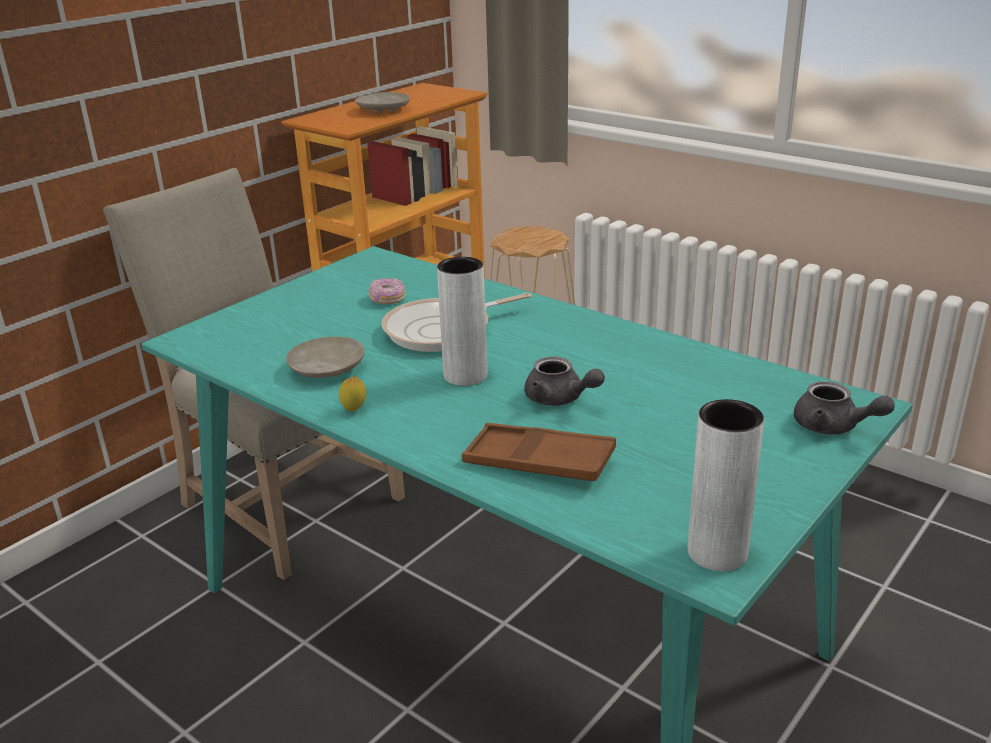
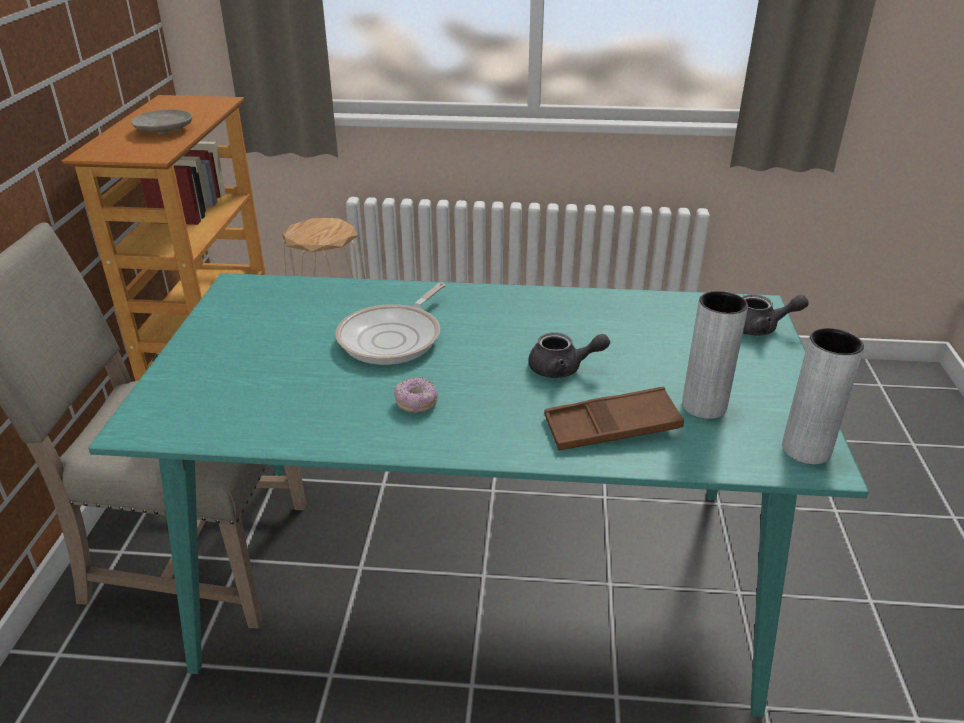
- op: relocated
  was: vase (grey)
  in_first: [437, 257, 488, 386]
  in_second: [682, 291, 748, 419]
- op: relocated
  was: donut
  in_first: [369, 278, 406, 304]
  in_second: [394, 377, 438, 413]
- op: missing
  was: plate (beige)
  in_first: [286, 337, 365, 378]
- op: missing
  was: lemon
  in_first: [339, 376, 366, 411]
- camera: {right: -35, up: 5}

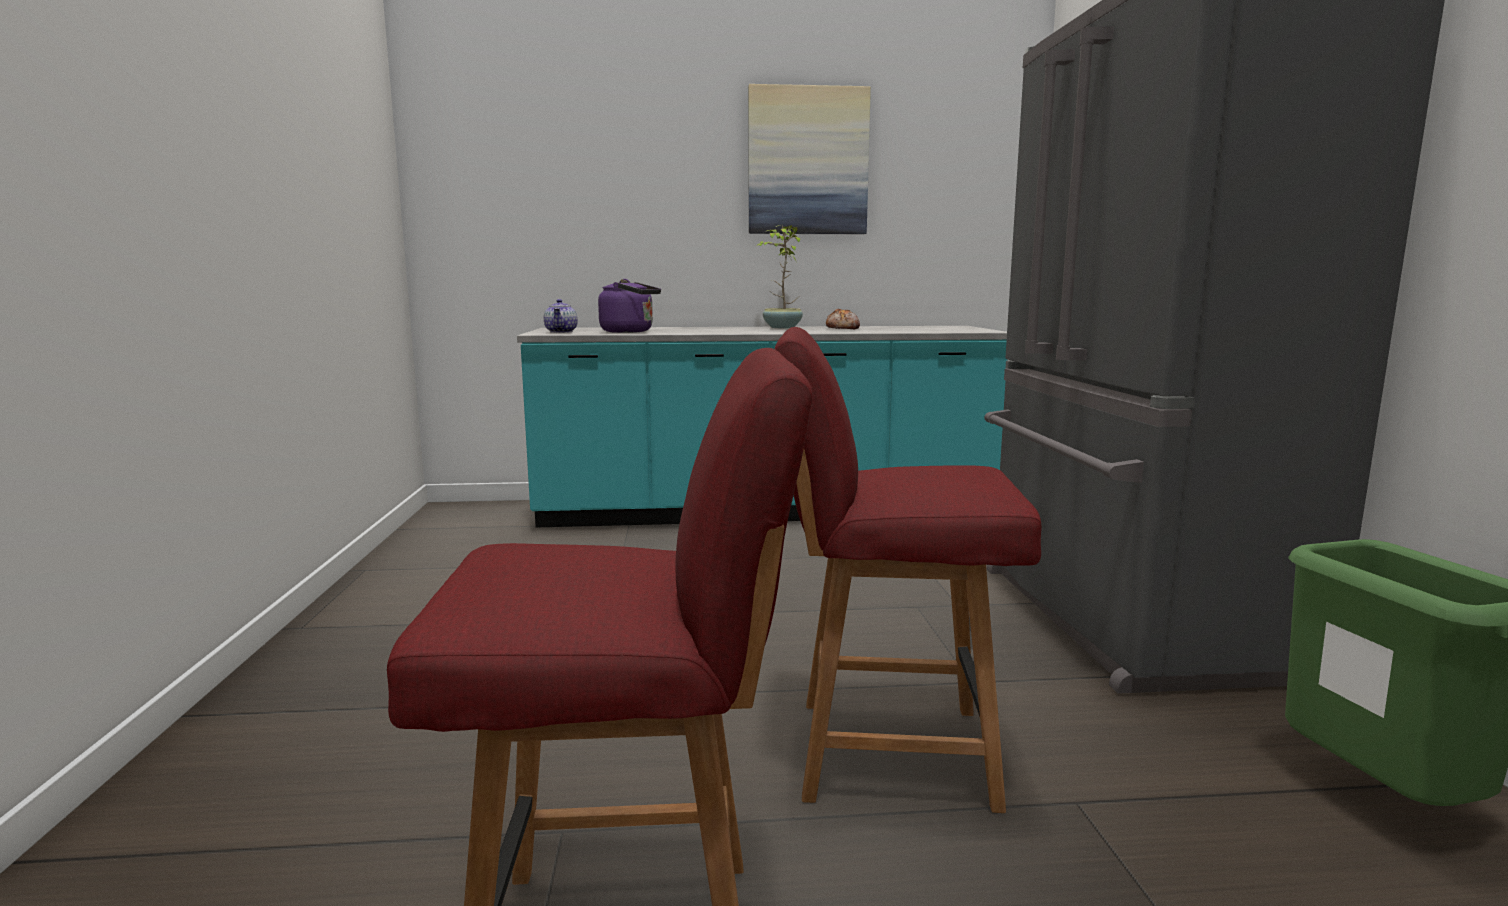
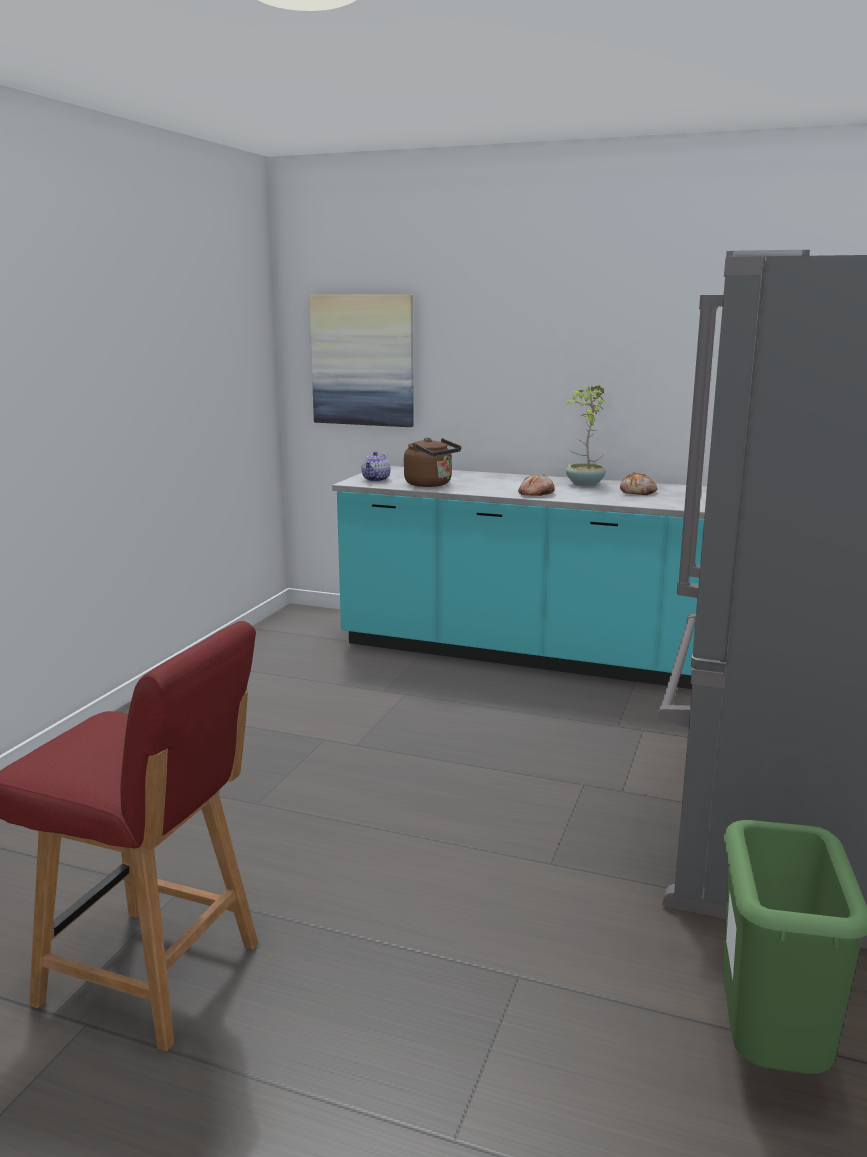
- op: relocated
  was: picture
  in_first: [748, 84, 871, 234]
  in_second: [309, 294, 414, 427]
- op: colour
  was: kettle (purple)
  now: kettle (brown)
  in_first: [598, 279, 661, 333]
  in_second: [404, 438, 461, 487]
- op: missing
  was: chair (red)
  in_first: [775, 327, 1041, 813]
- op: appeared
  now: bread
  in_second: [518, 474, 555, 496]
- camera: {right: 25, up: 5}

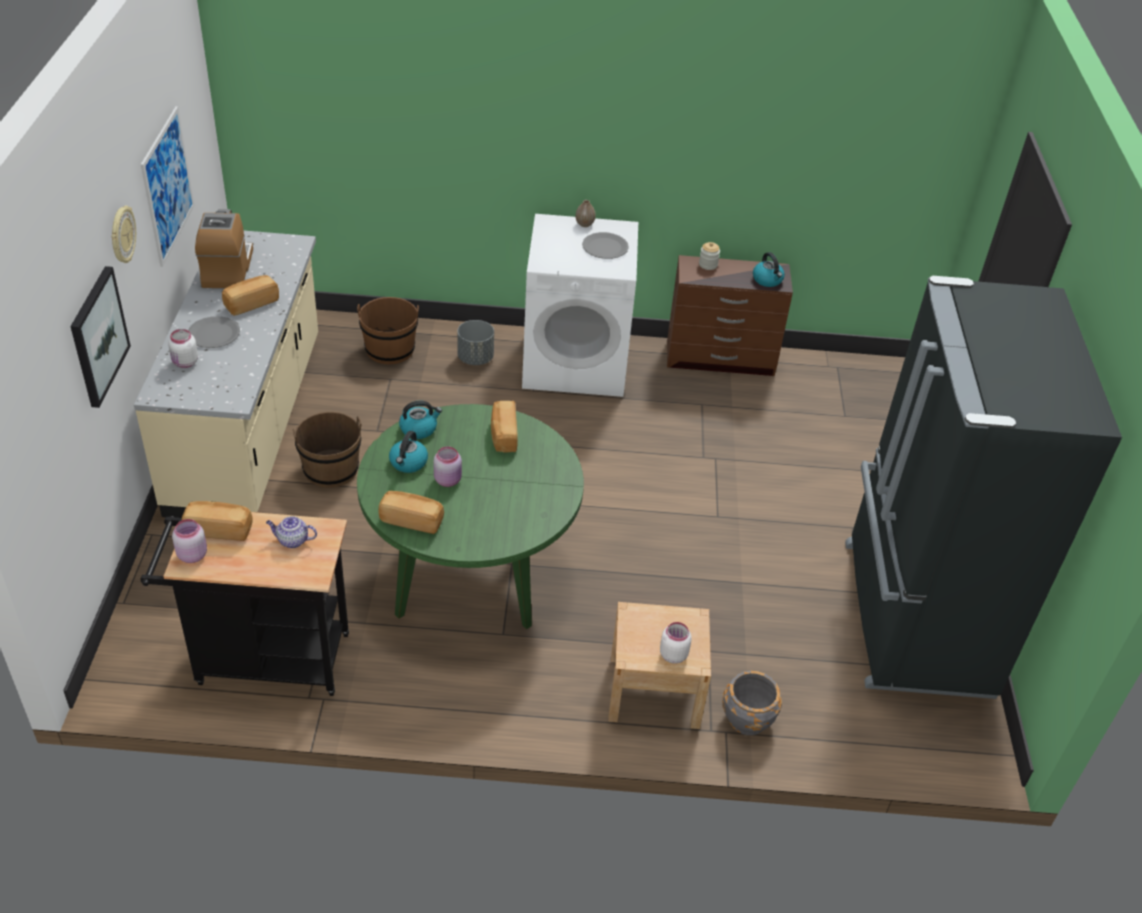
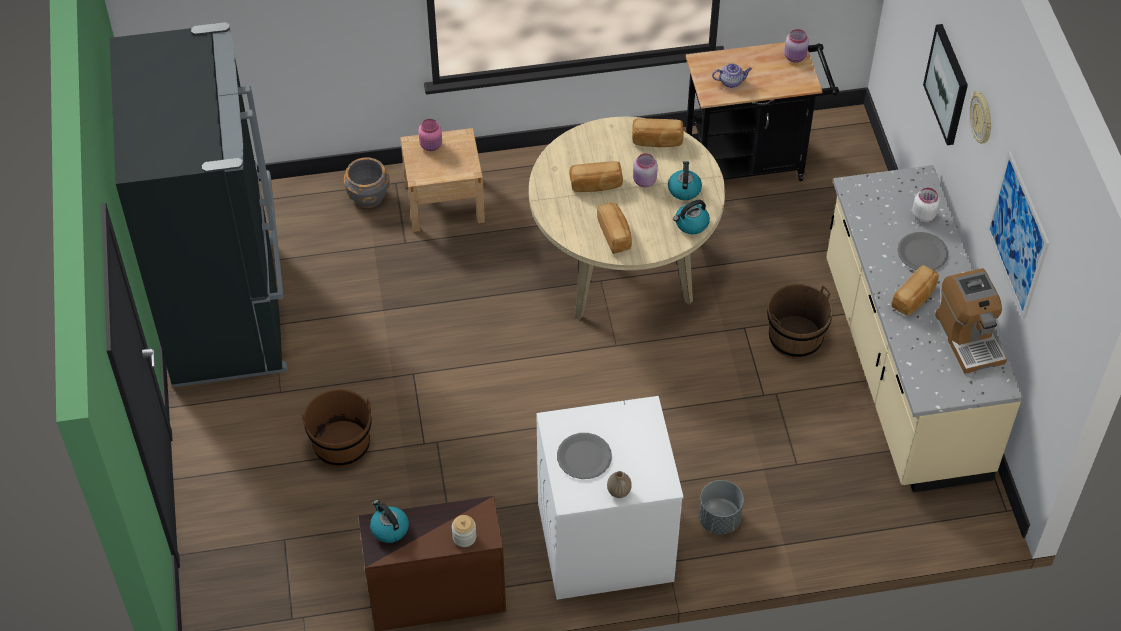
- op: relocated
  was: bucket (brown)
  in_first: [357, 297, 419, 364]
  in_second: [301, 389, 372, 467]
- op: colour
  was: dining table (green)
  now: dining table (beige)
  in_first: [357, 404, 584, 629]
  in_second: [529, 117, 725, 320]
- op: relocated
  was: bread
  in_first: [182, 501, 252, 541]
  in_second: [569, 161, 623, 192]
- op: colour
  was: jar (white)
  now: jar (pink)
  in_first: [660, 622, 692, 664]
  in_second: [418, 119, 442, 151]
- camera: {right: 170, up: 10}

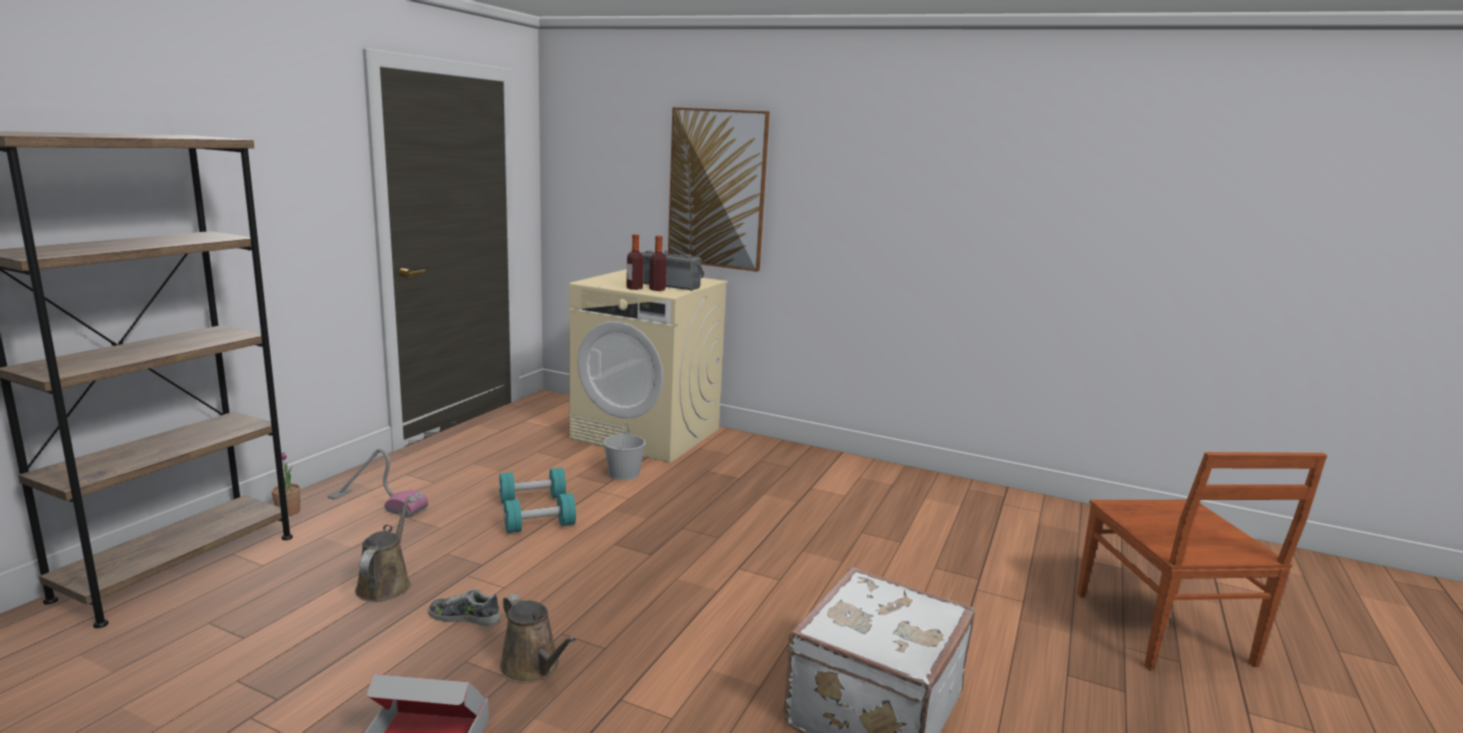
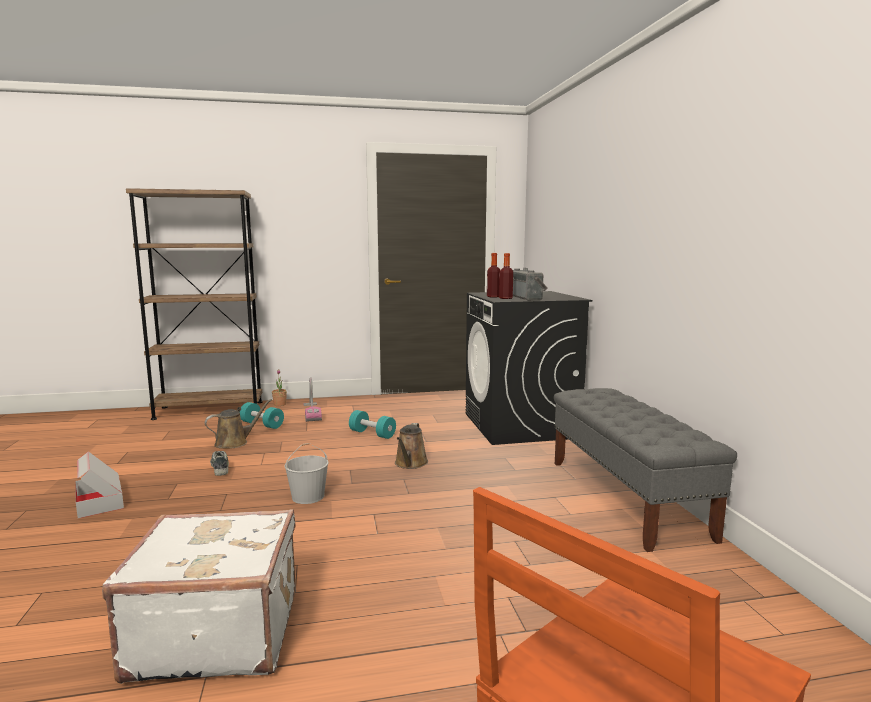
- op: missing
  was: picture
  in_first: [668, 107, 770, 272]
- op: colour
  was: washing machine (beige)
  now: washing machine (black)
  in_first: [569, 269, 728, 463]
  in_second: [466, 291, 592, 445]
- op: relocated
  was: bucket (white)
  in_first: [603, 422, 646, 480]
  in_second: [284, 443, 329, 504]
- op: relocated
  was: dumbbell (turquoise)
  in_first: [504, 493, 576, 533]
  in_second: [240, 402, 284, 429]
- op: relocated
  was: watering can (brown)
  in_first: [500, 594, 576, 683]
  in_second: [395, 423, 428, 469]
- op: appeared
  now: bench (grey)
  in_second: [554, 388, 737, 552]
- camera: {right: 55, up: -5}

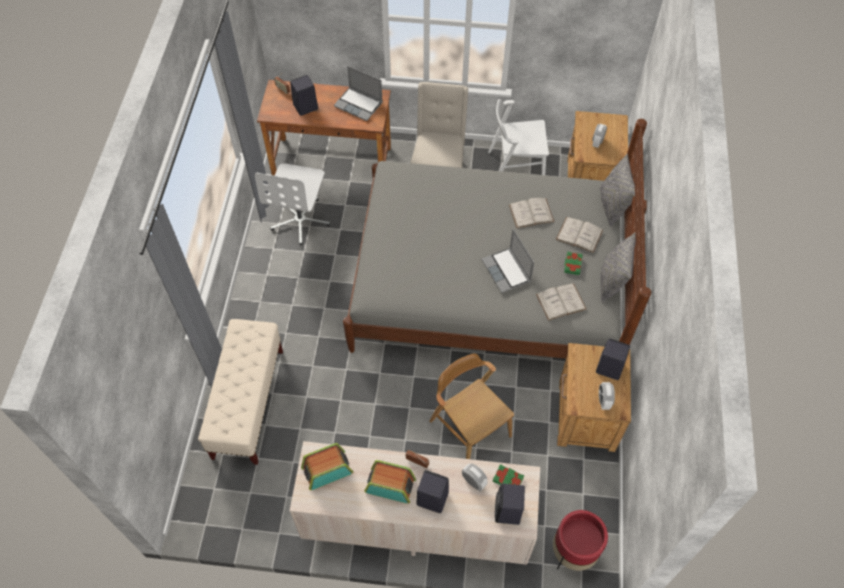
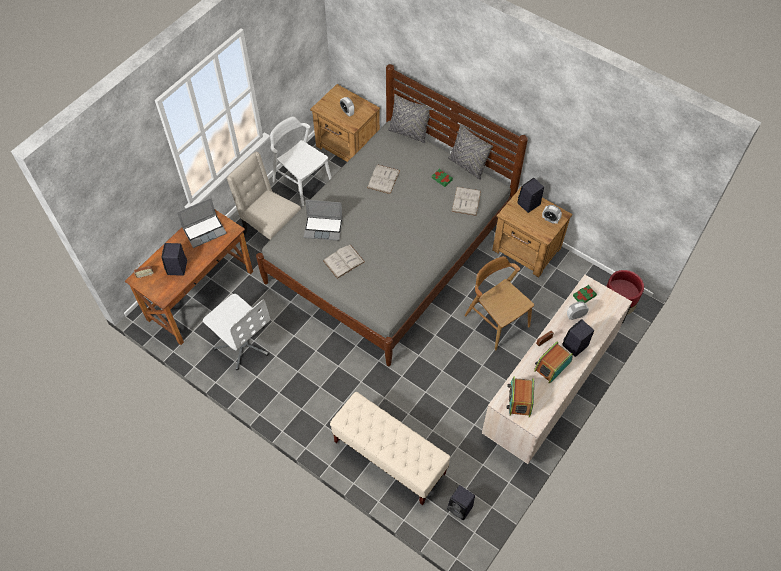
- op: spun
  was: chair (white)
  in_first: [488, 99, 549, 175]
  in_second: [270, 116, 331, 206]
  clockwise: 105
- op: relocated
  was: book (white)
  in_first: [556, 217, 603, 253]
  in_second: [323, 244, 365, 279]
- op: relocated
  was: laptop
  in_first: [481, 229, 535, 293]
  in_second: [304, 200, 343, 241]
- op: spun
  was: chair (brown)
  in_first: [429, 354, 514, 459]
  in_second: [465, 256, 534, 350]
  clockwise: 60
- op: relocated
  was: speaker (black)
  in_first: [495, 484, 525, 525]
  in_second: [447, 485, 475, 520]
- camera: {right: -60, up: 0}

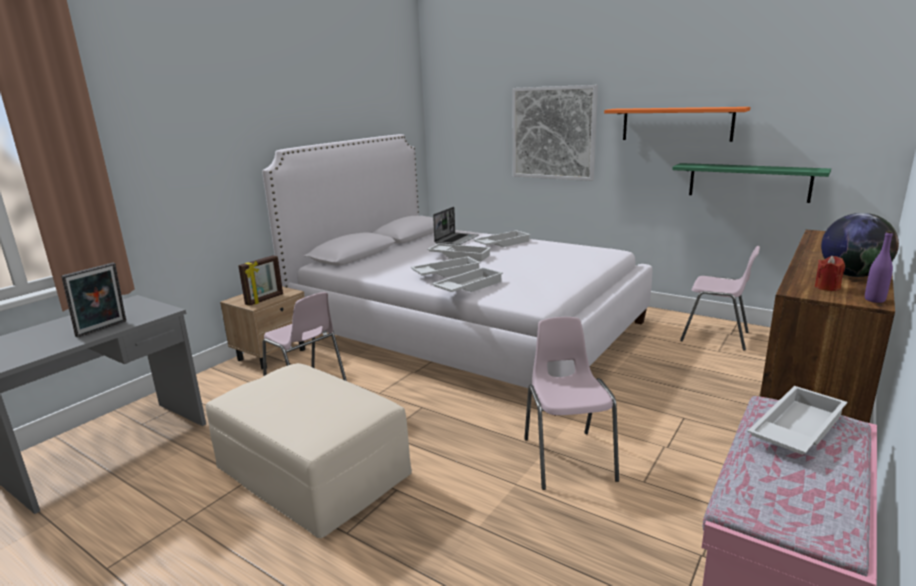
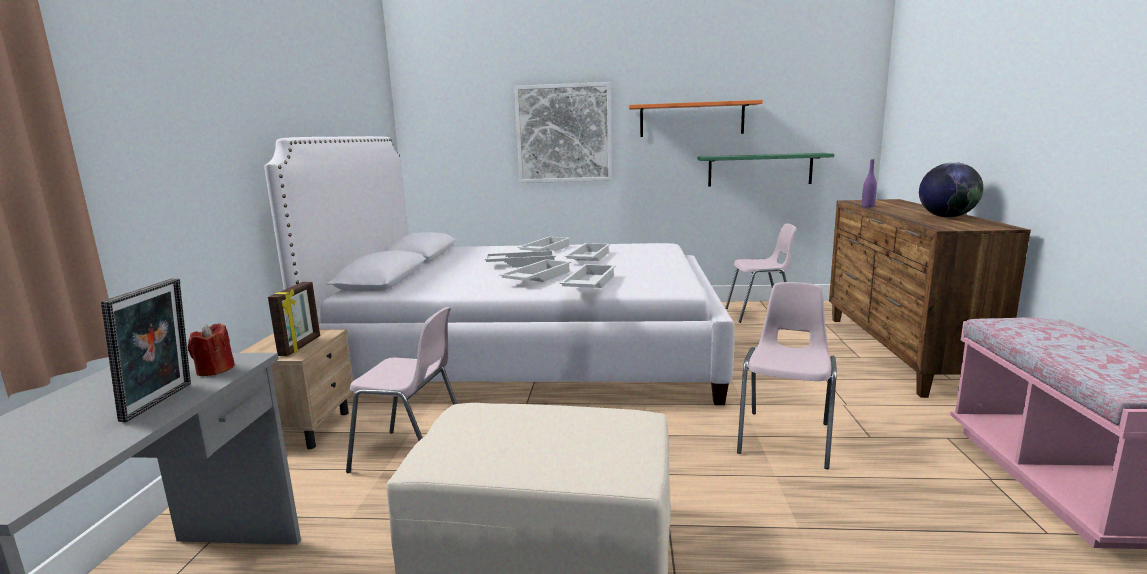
- op: missing
  was: laptop
  in_first: [433, 207, 479, 245]
- op: relocated
  was: bottle (purple)
  in_first: [865, 231, 893, 303]
  in_second: [862, 159, 877, 207]
- op: relocated
  was: candle (red)
  in_first: [815, 256, 845, 291]
  in_second: [188, 323, 235, 376]
- op: spun
  was: chair (pink)
  in_first: [524, 317, 619, 490]
  in_second: [737, 282, 837, 469]
  clockwise: 60
- op: relocated
  was: tray (white)
  in_first: [748, 386, 847, 455]
  in_second: [565, 243, 610, 261]
- camera: {right: -30, up: -5}

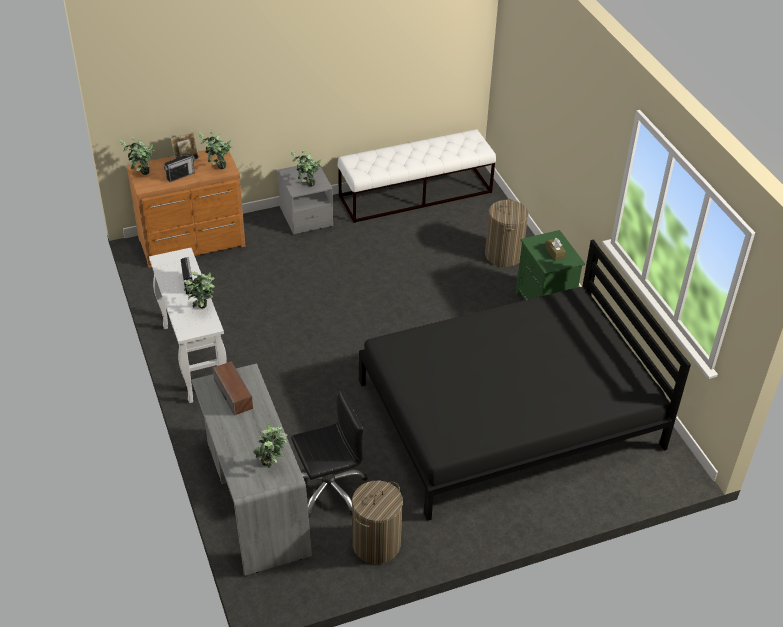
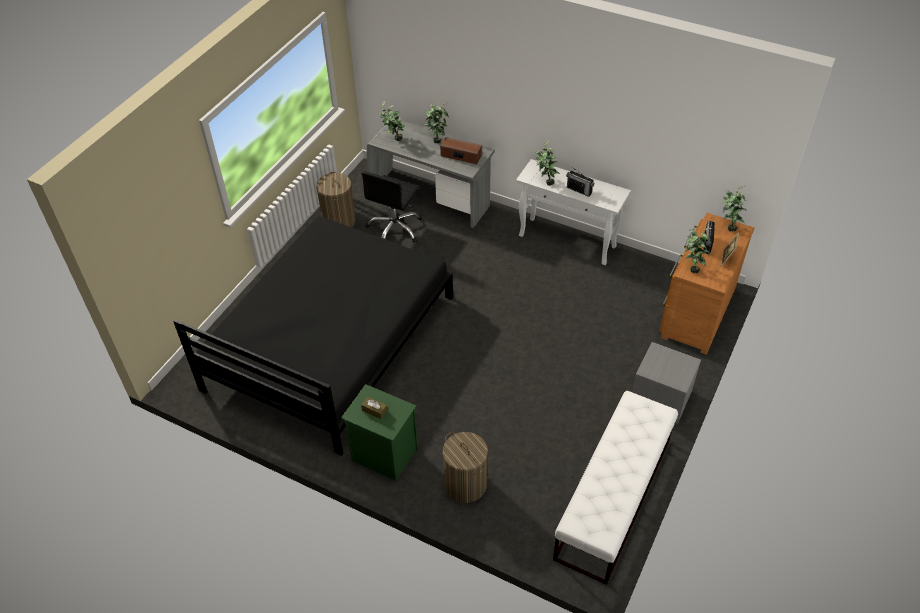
- op: relocated
  was: potted plant
  in_first: [291, 150, 323, 187]
  in_second: [425, 103, 449, 143]
- camera: {right: 140, up: 5}

